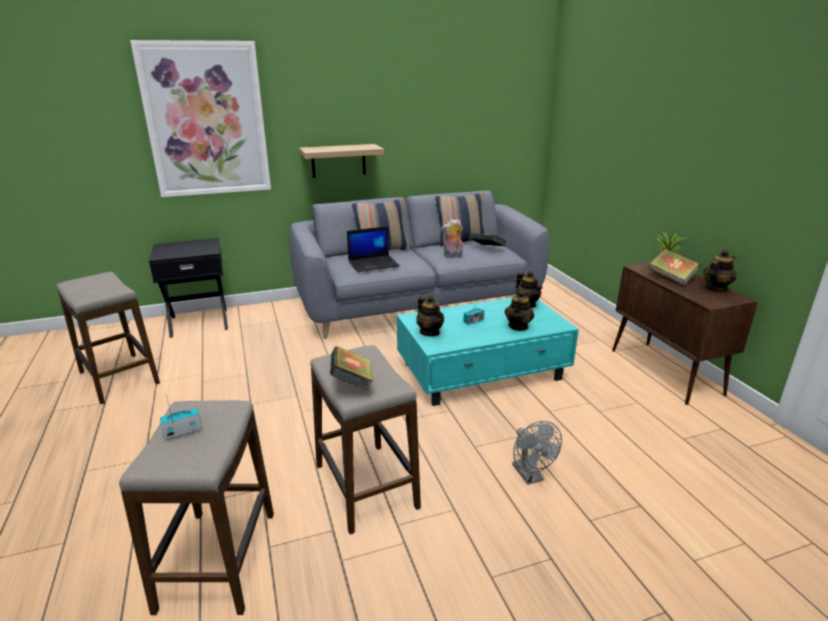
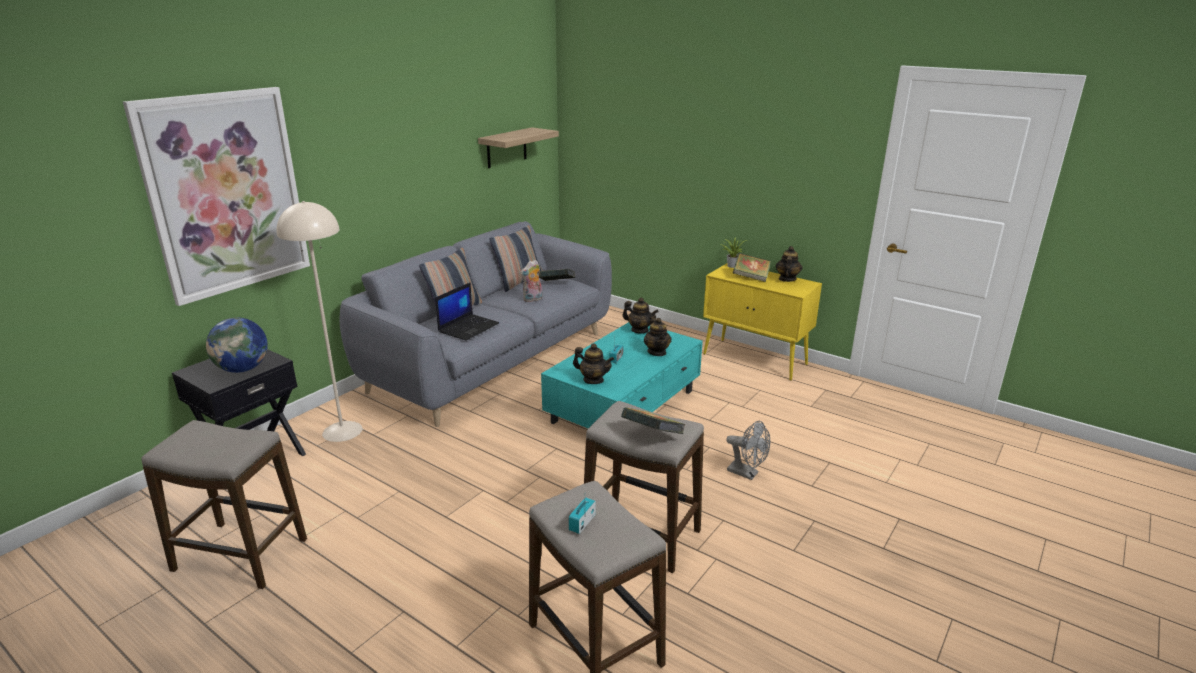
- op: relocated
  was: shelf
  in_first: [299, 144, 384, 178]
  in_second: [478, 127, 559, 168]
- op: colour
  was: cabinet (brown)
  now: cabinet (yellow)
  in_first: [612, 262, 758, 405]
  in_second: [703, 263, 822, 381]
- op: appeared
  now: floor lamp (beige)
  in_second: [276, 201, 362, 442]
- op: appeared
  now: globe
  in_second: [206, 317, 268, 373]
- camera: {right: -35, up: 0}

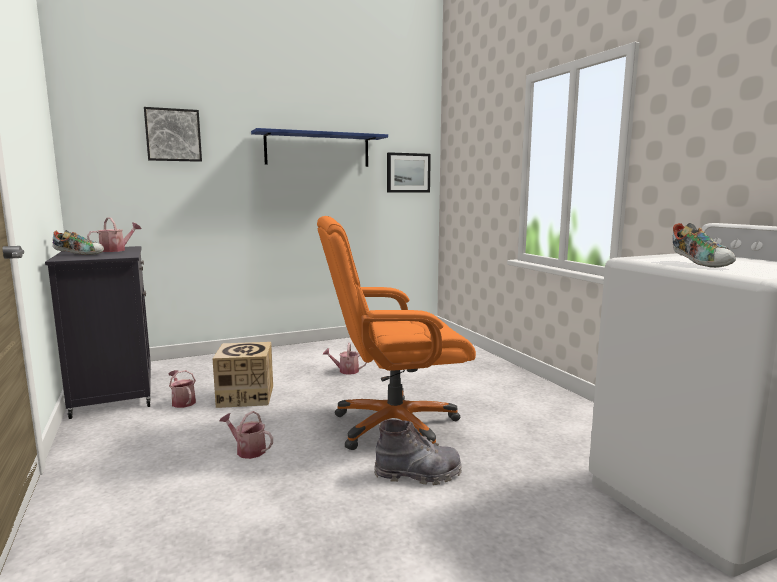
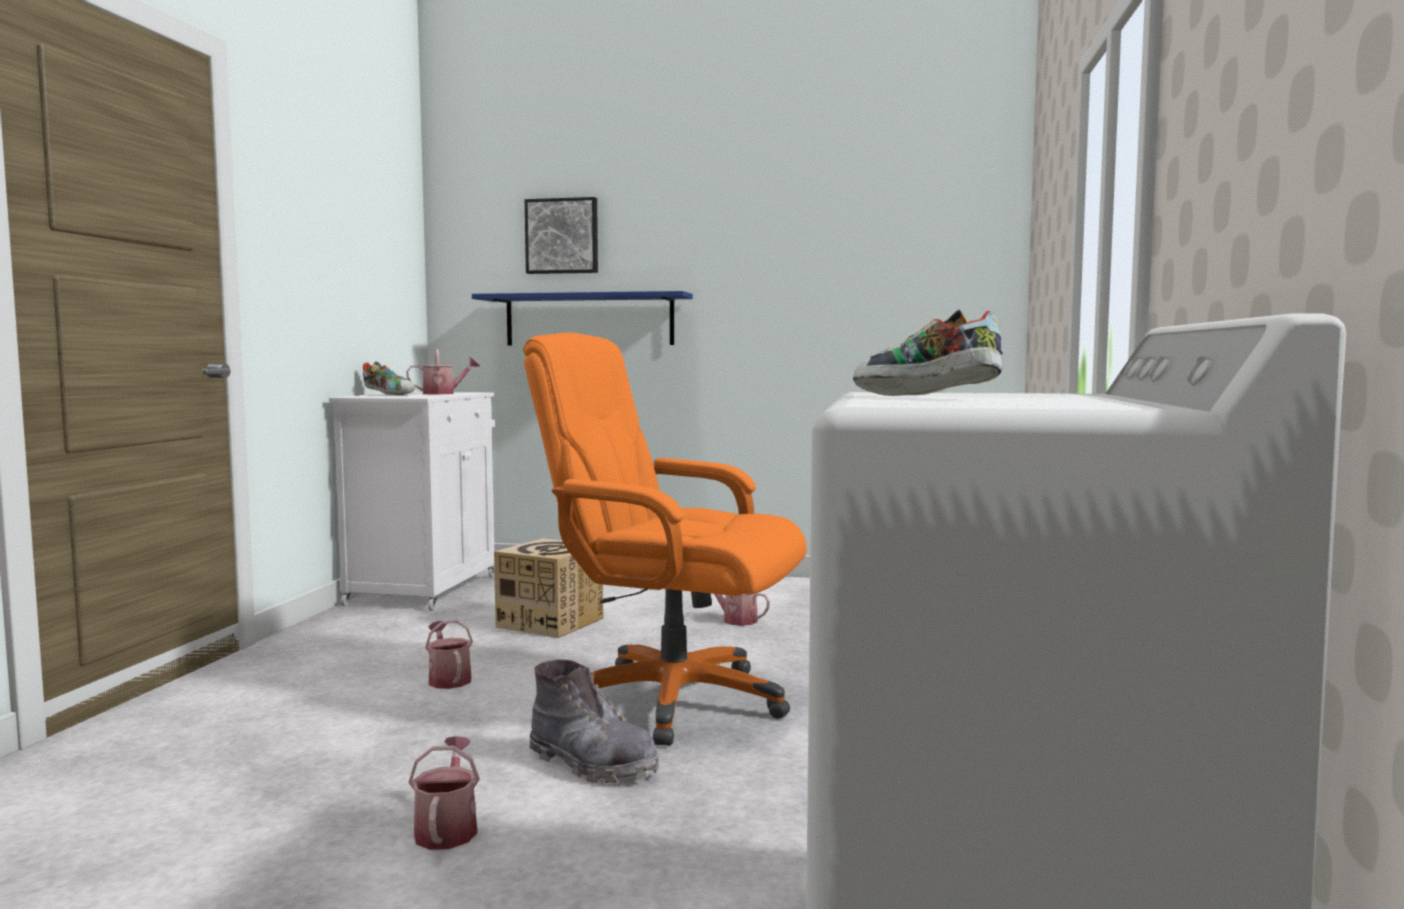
- op: relocated
  was: shelf (blue)
  in_first: [251, 128, 388, 167]
  in_second: [472, 291, 693, 345]
- op: missing
  was: picture
  in_first: [387, 152, 431, 192]
- op: spun
  was: shoe
  in_first: [673, 223, 736, 268]
  in_second: [853, 309, 1003, 396]
  clockwise: 105
- op: colour
  was: cabinet (black)
  now: cabinet (white)
  in_first: [45, 246, 151, 419]
  in_second: [329, 392, 495, 611]
- op: relocated
  was: watering can
  in_first: [169, 370, 196, 408]
  in_second: [408, 736, 480, 850]
- camera: {right: 35, up: -5}

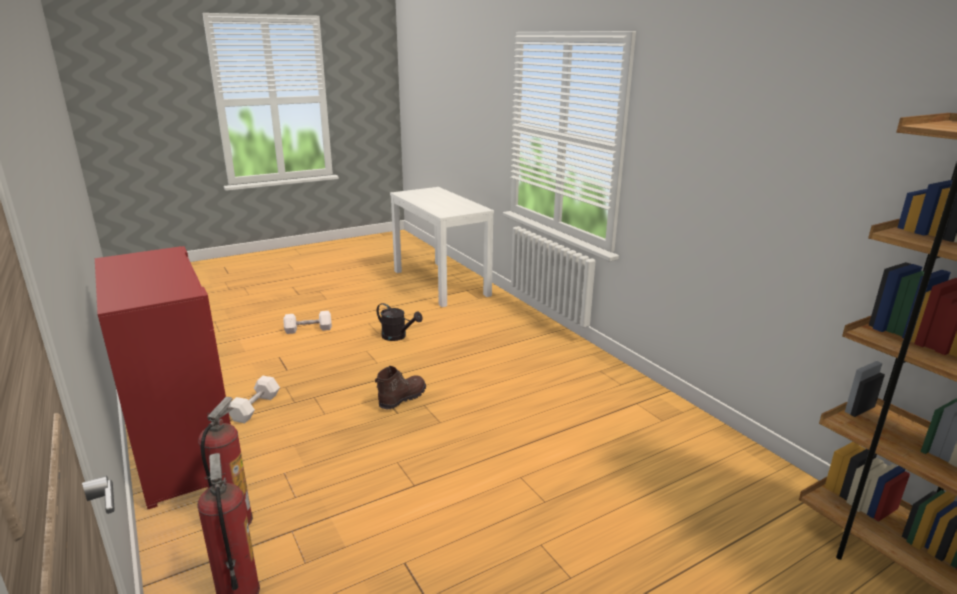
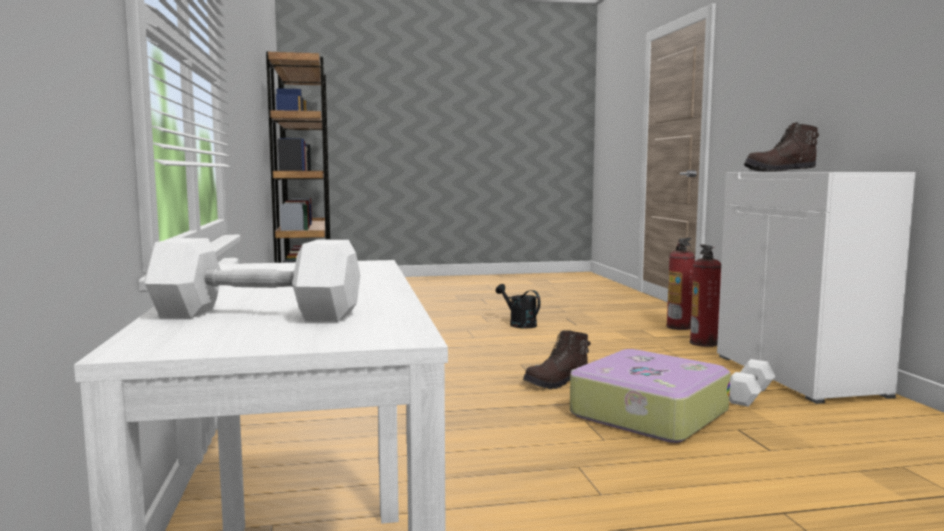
- op: colour
  was: cabinet (red)
  now: cabinet (white)
  in_first: [95, 246, 231, 509]
  in_second: [717, 172, 916, 404]
- op: relocated
  was: watering can (black)
  in_first: [377, 303, 423, 341]
  in_second: [496, 284, 541, 328]
- op: relocated
  was: dumbbell (white)
  in_first: [283, 311, 332, 334]
  in_second: [144, 238, 360, 322]
- op: appeared
  now: boot (brown)
  in_second: [744, 122, 819, 172]
- op: appeared
  now: suitcase
  in_second: [570, 349, 731, 443]
- camera: {right: -160, up: -15}

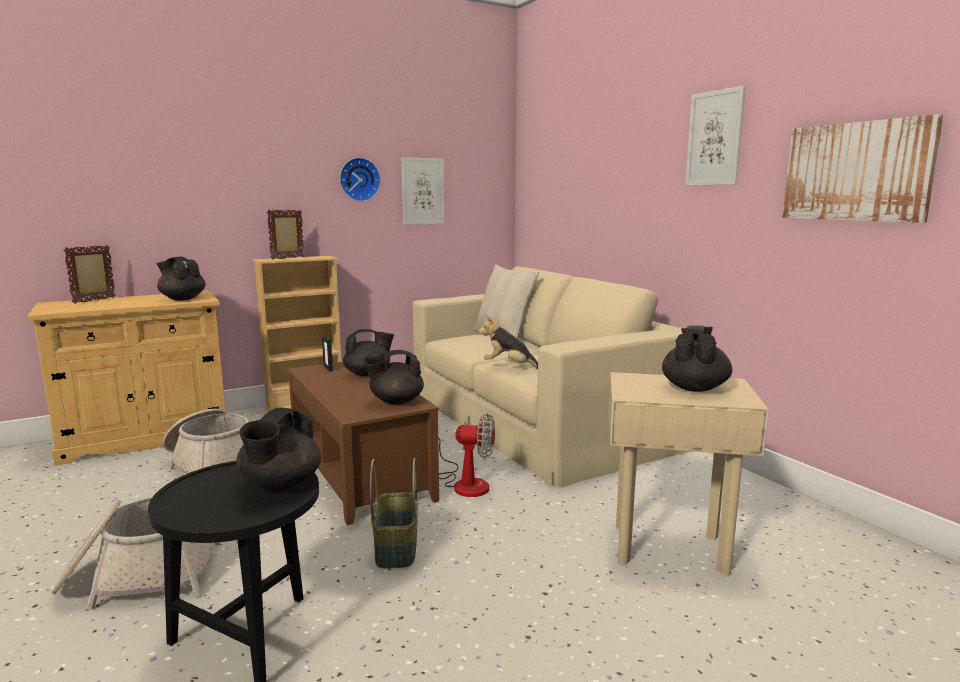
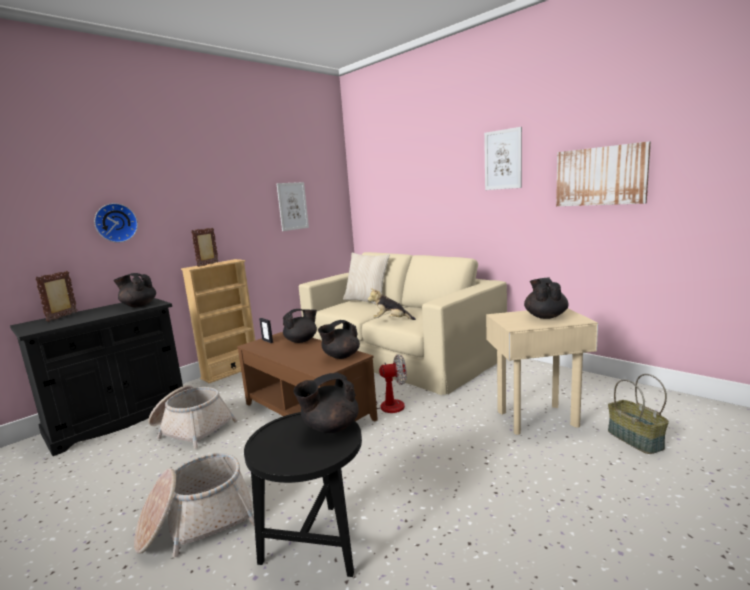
- op: relocated
  was: wall clock
  in_first: [340, 157, 381, 202]
  in_second: [94, 203, 138, 242]
- op: colour
  was: cabinet (beige)
  now: cabinet (black)
  in_first: [27, 291, 226, 466]
  in_second: [10, 298, 183, 456]
- op: spun
  was: teapot (black)
  in_first: [236, 407, 321, 491]
  in_second: [293, 372, 359, 433]
  clockwise: 60
- op: relocated
  was: basket
  in_first: [370, 458, 418, 568]
  in_second: [608, 374, 669, 454]
- camera: {right: -15, up: 0}

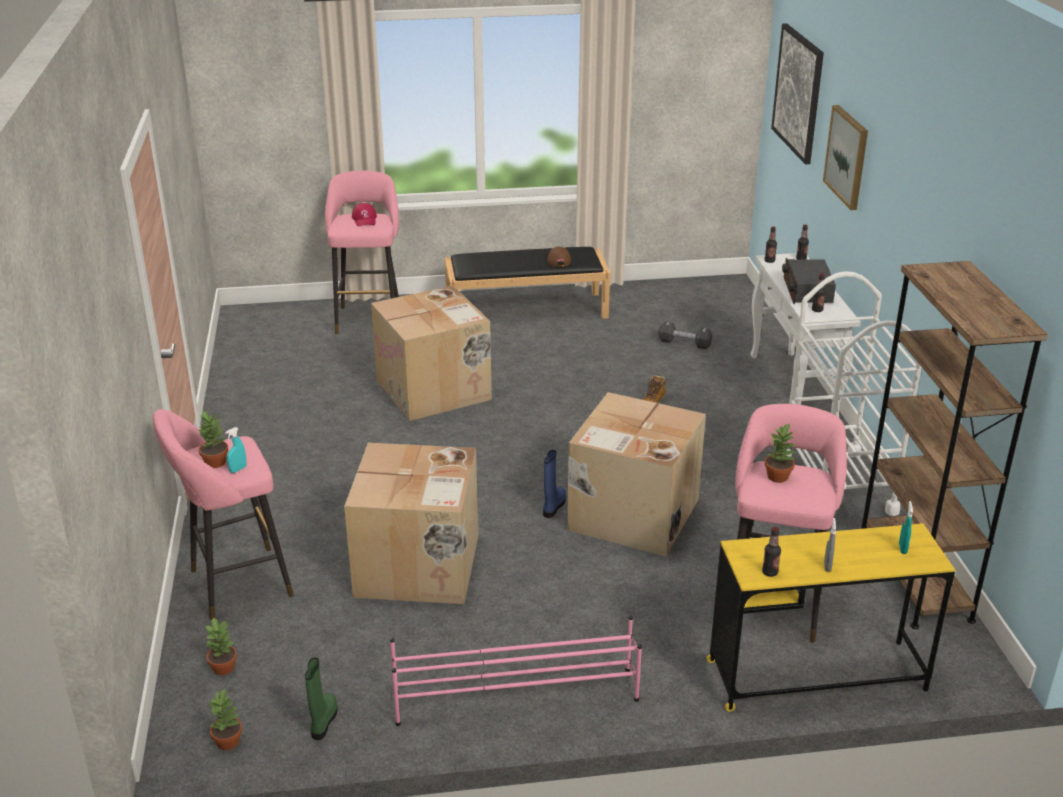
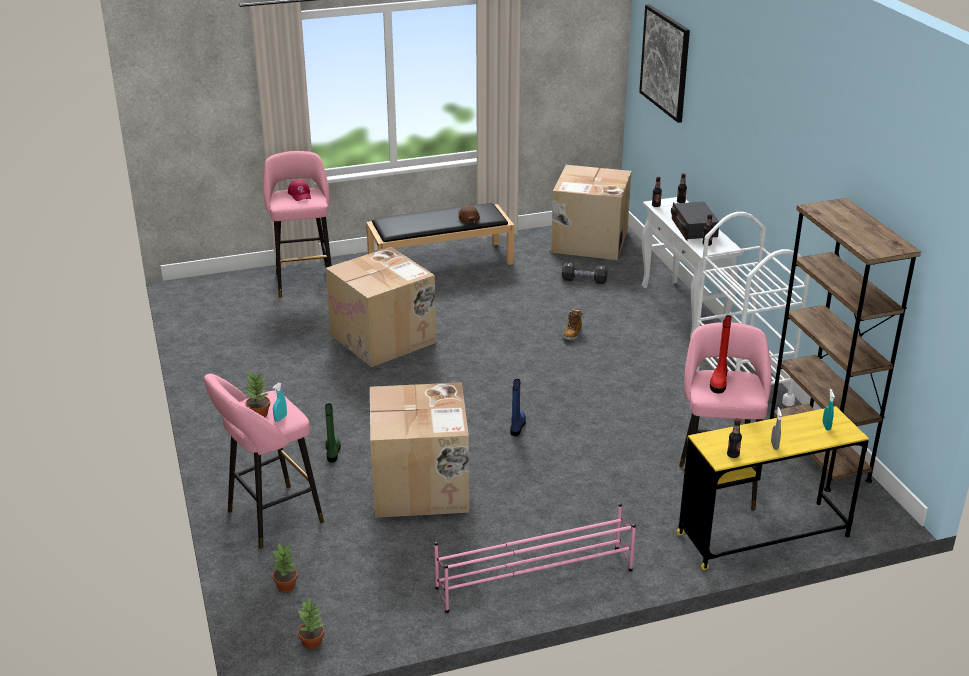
- op: missing
  was: picture
  in_first: [823, 105, 868, 210]
- op: relocated
  was: cardboard box
  in_first: [567, 392, 706, 556]
  in_second: [551, 165, 631, 260]
- op: exchanged
  was: potted plant
  now: boot (red)
  in_first: [765, 423, 795, 483]
  in_second: [710, 315, 732, 393]
- op: relocated
  was: boot (green)
  in_first: [305, 657, 338, 740]
  in_second: [325, 403, 341, 462]
- camera: {right: -10, up: 0}

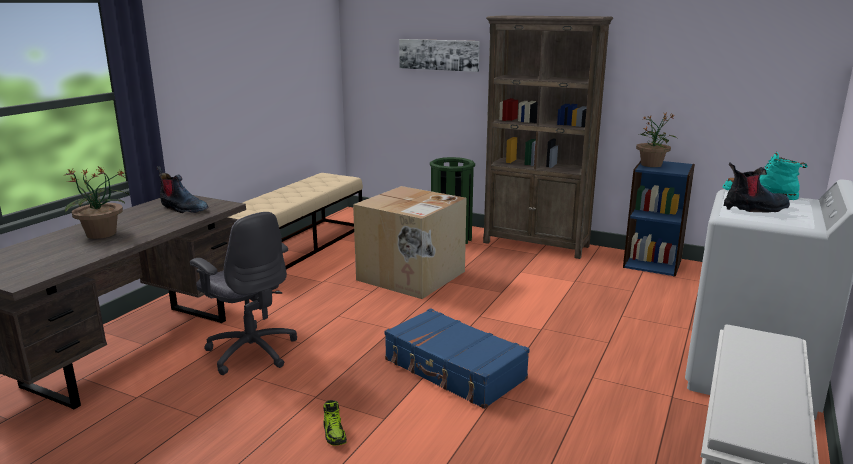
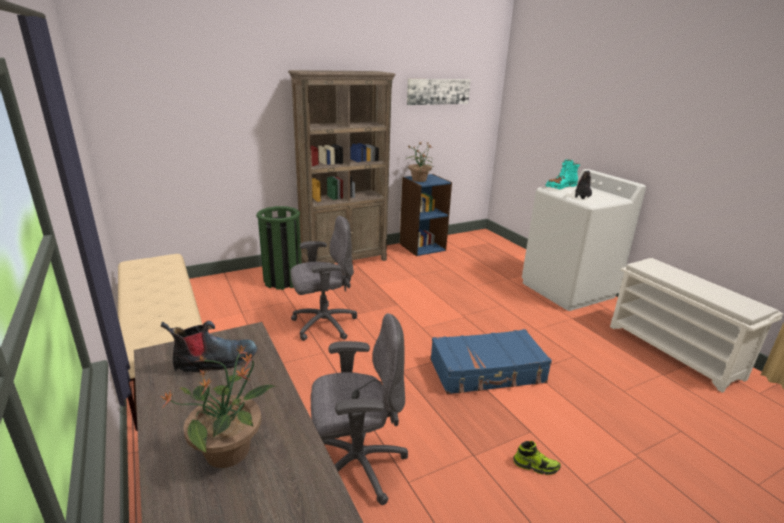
- op: relocated
  was: picture
  in_first: [399, 39, 480, 72]
  in_second: [407, 79, 471, 105]
- op: exchanged
  was: cardboard box
  now: office chair (grey)
  in_first: [353, 186, 467, 299]
  in_second: [290, 216, 357, 341]
- camera: {right: -55, up: 5}

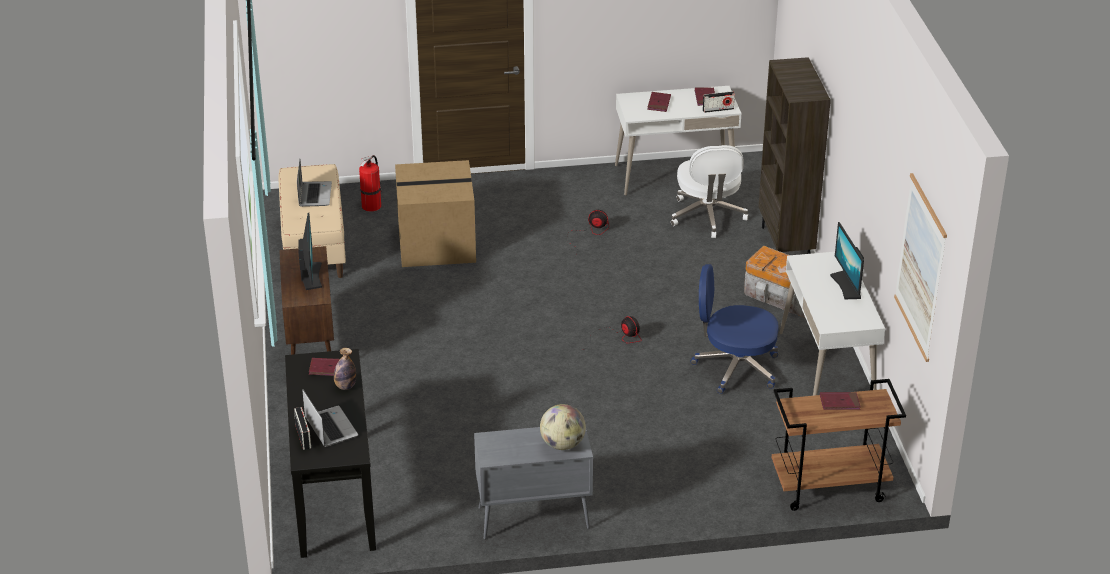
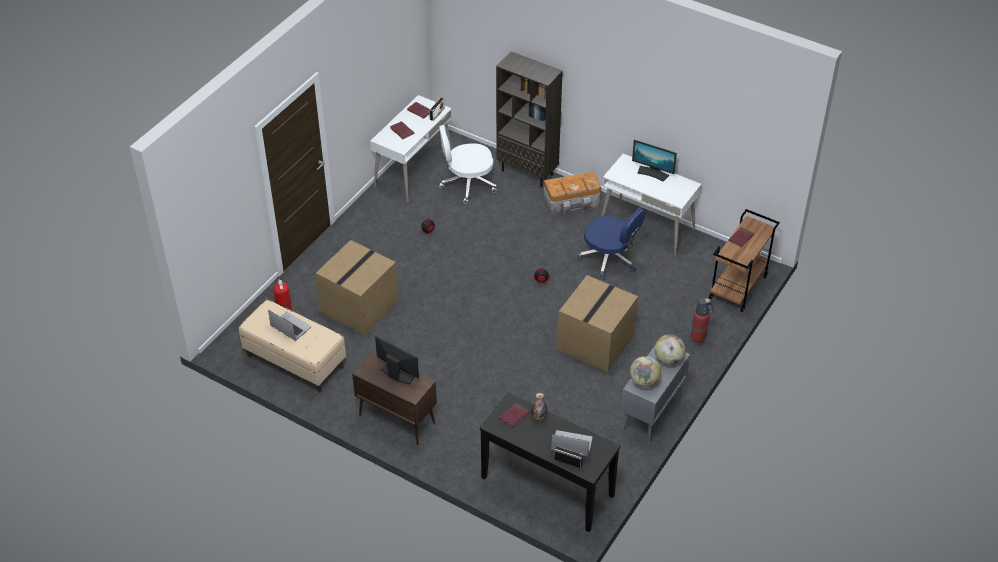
- op: spun
  was: office chair (white)
  in_first: [671, 145, 748, 238]
  in_second: [439, 125, 497, 203]
  clockwise: 135
- op: missing
  was: picture
  in_first: [894, 173, 947, 362]
- op: spun
  was: office chair (blue)
  in_first: [690, 264, 779, 394]
  in_second: [578, 207, 646, 280]
  clockwise: -105
- op: appeared
  now: cardboard box
  in_second: [557, 275, 638, 372]
- op: appeared
  now: fire extinguisher
  in_second: [690, 298, 714, 346]
- op: appeared
  now: globe
  in_second: [630, 356, 661, 387]
- camera: {right: -50, up: 10}

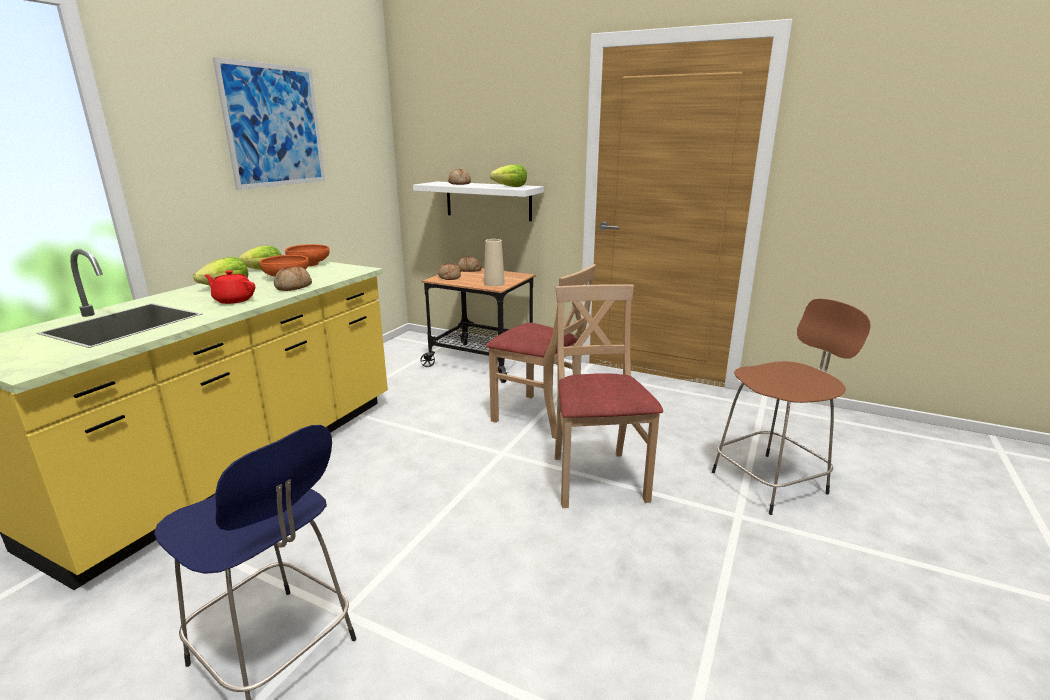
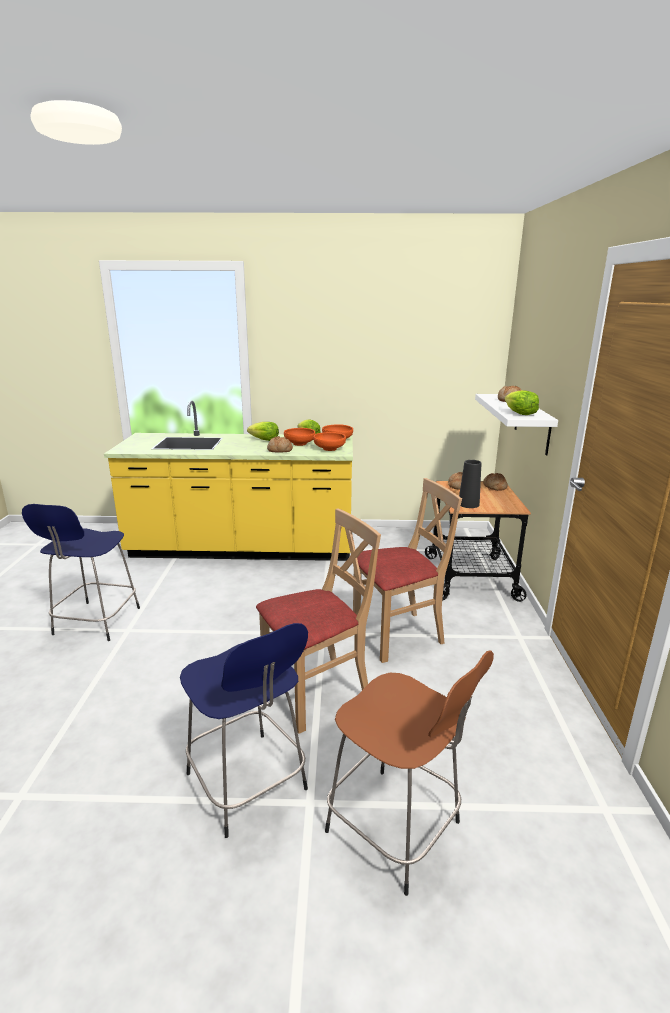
- op: missing
  was: picture
  in_first: [213, 57, 325, 190]
- op: colour
  was: vase (beige)
  now: vase (black)
  in_first: [484, 239, 505, 286]
  in_second: [459, 460, 481, 508]
- op: spun
  was: chair (beige)
  in_first: [486, 264, 596, 439]
  in_second: [353, 478, 462, 663]
  clockwise: -120
- op: missing
  was: teapot (red)
  in_first: [204, 270, 255, 304]
- op: appeared
  now: bowl (orange)
  in_second: [313, 432, 346, 451]
- op: appeared
  now: stool (blue)
  in_second: [180, 623, 308, 838]
- camera: {right: 65, up: 0}

